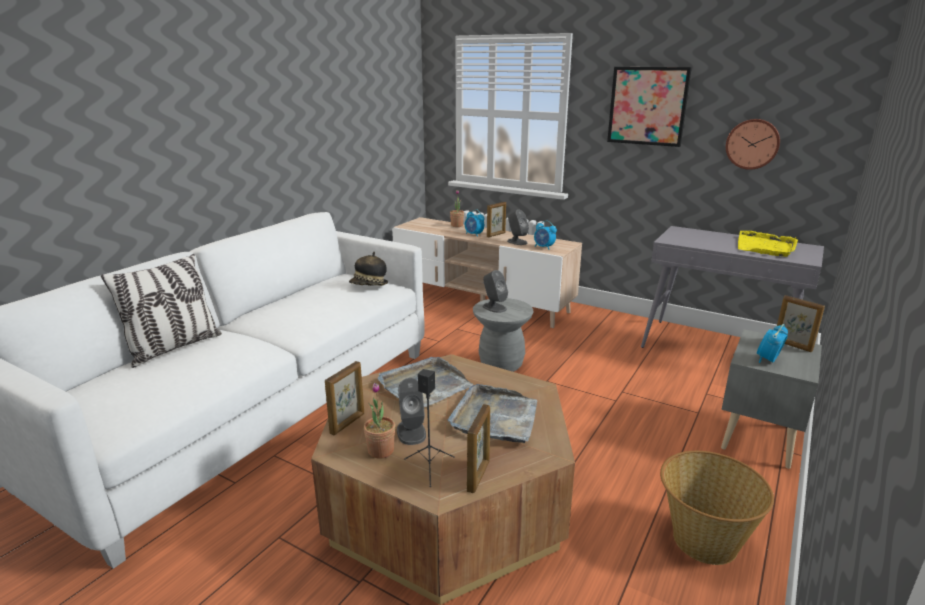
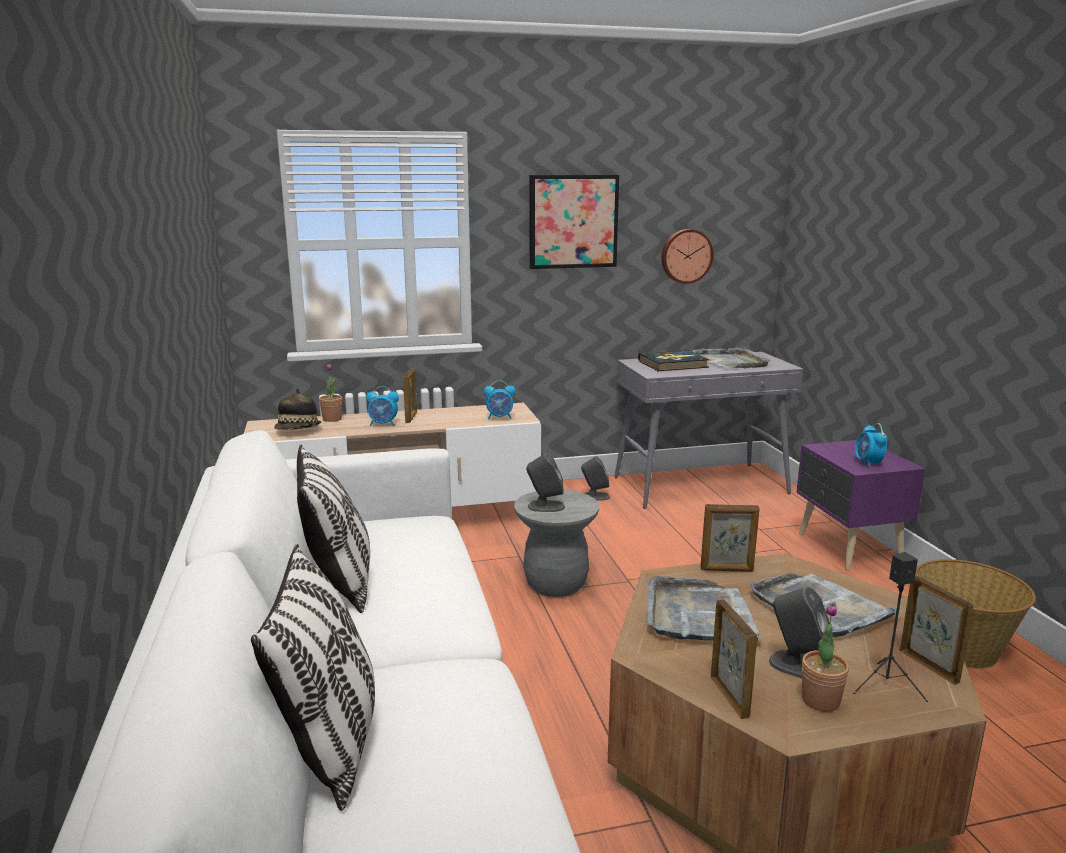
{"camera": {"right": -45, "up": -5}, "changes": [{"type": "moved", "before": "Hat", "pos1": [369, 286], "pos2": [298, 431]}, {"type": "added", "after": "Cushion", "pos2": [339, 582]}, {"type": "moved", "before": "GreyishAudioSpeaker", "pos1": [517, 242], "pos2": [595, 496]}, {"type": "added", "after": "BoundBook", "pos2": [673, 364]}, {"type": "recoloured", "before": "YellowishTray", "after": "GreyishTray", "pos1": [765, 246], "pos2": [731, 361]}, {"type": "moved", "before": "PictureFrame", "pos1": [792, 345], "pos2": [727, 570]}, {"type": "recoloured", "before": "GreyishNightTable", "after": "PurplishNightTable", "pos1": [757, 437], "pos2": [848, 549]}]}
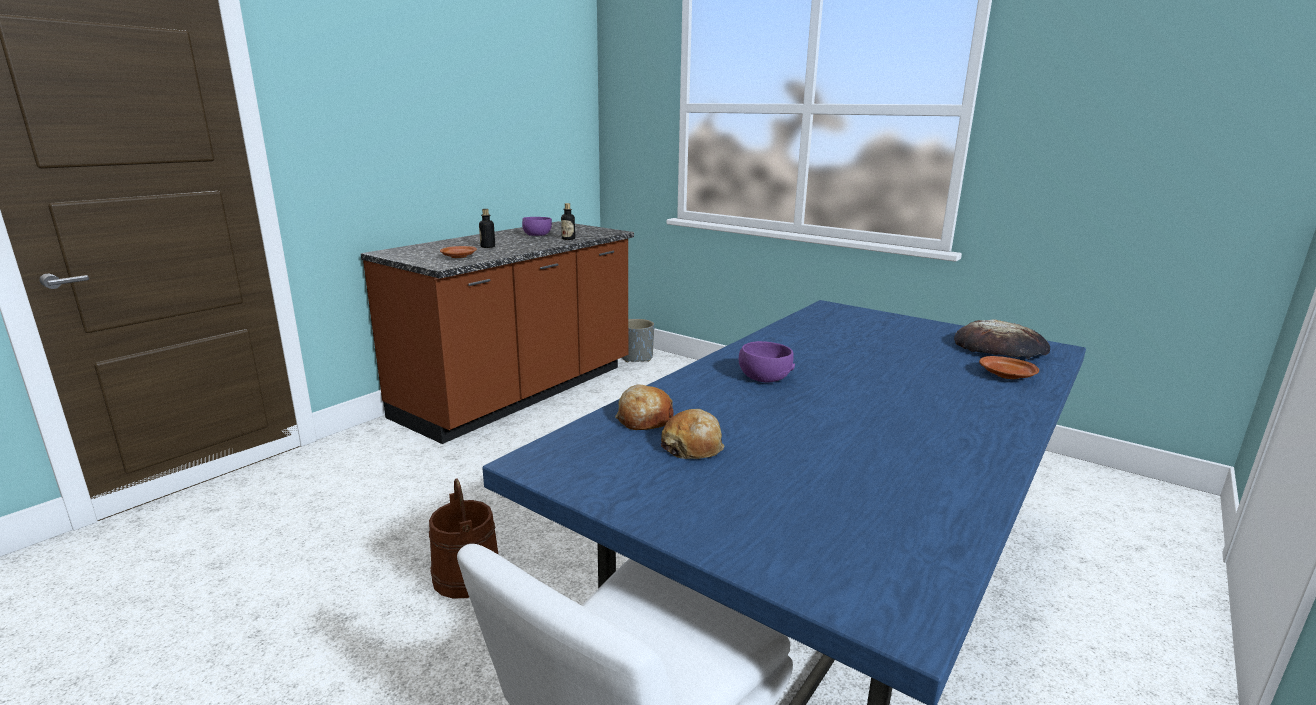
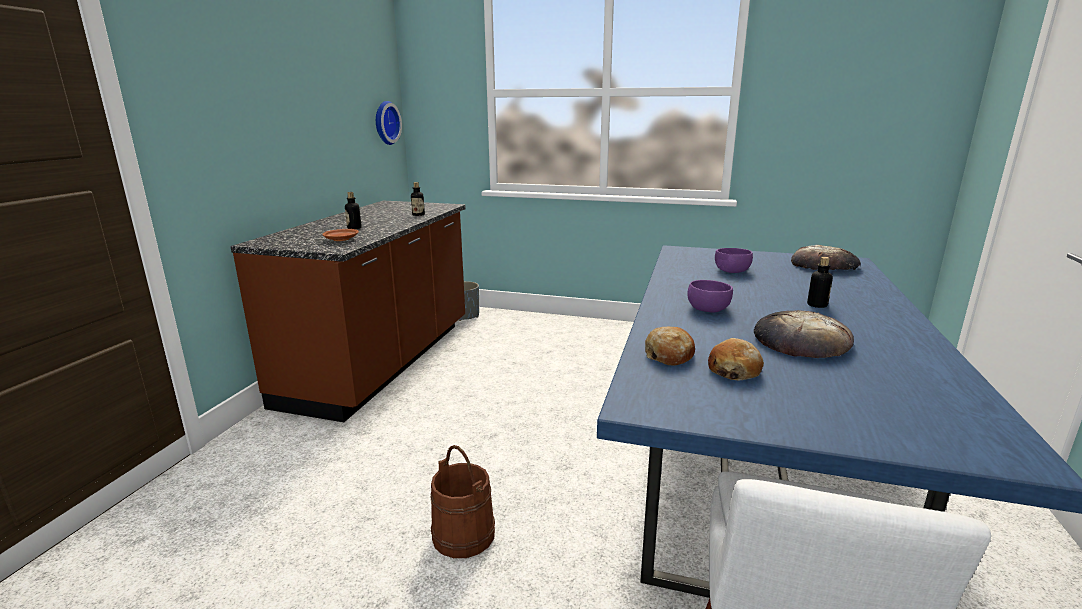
{"camera": {"right": -20, "up": 0}, "changes": [{"type": "added", "after": "HangingClock", "pos2": [385, 123]}, {"type": "moved", "before": "PurplishBowl", "pos1": [537, 234], "pos2": [732, 270]}, {"type": "added", "after": "BakeryBread", "pos2": [800, 341]}, {"type": "added", "after": "DrinkBottle", "pos2": [817, 305]}, {"type": "removed", "before": "BrownColouredPlate", "pos1": [1007, 376]}]}
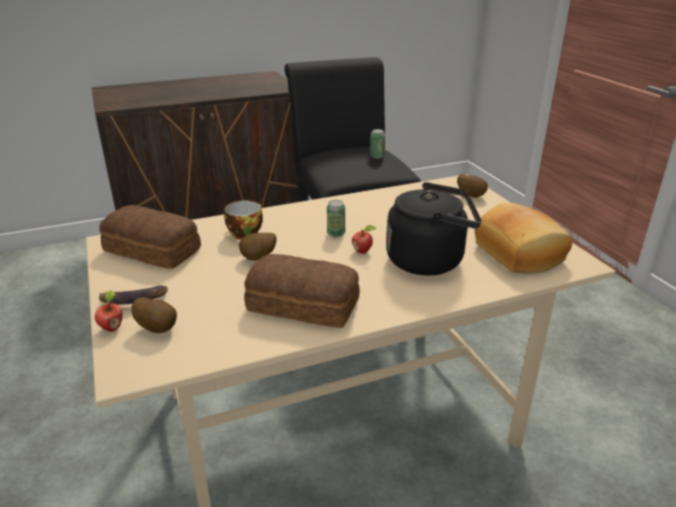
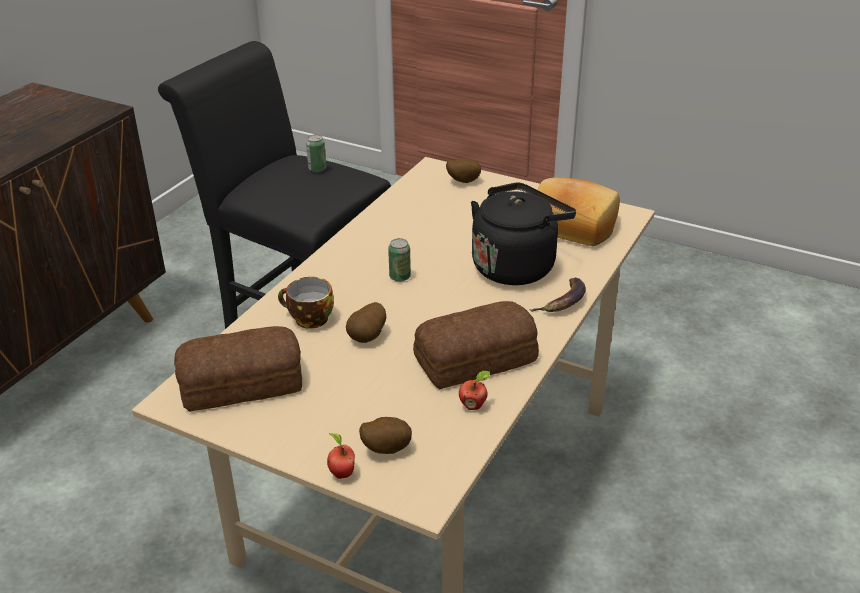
{"camera": {"right": -40, "up": 5}, "changes": [{"type": "moved", "before": "Apple", "pos1": [363, 251], "pos2": [473, 405]}, {"type": "moved", "before": "BananaFruit", "pos1": [132, 300], "pos2": [563, 301]}]}
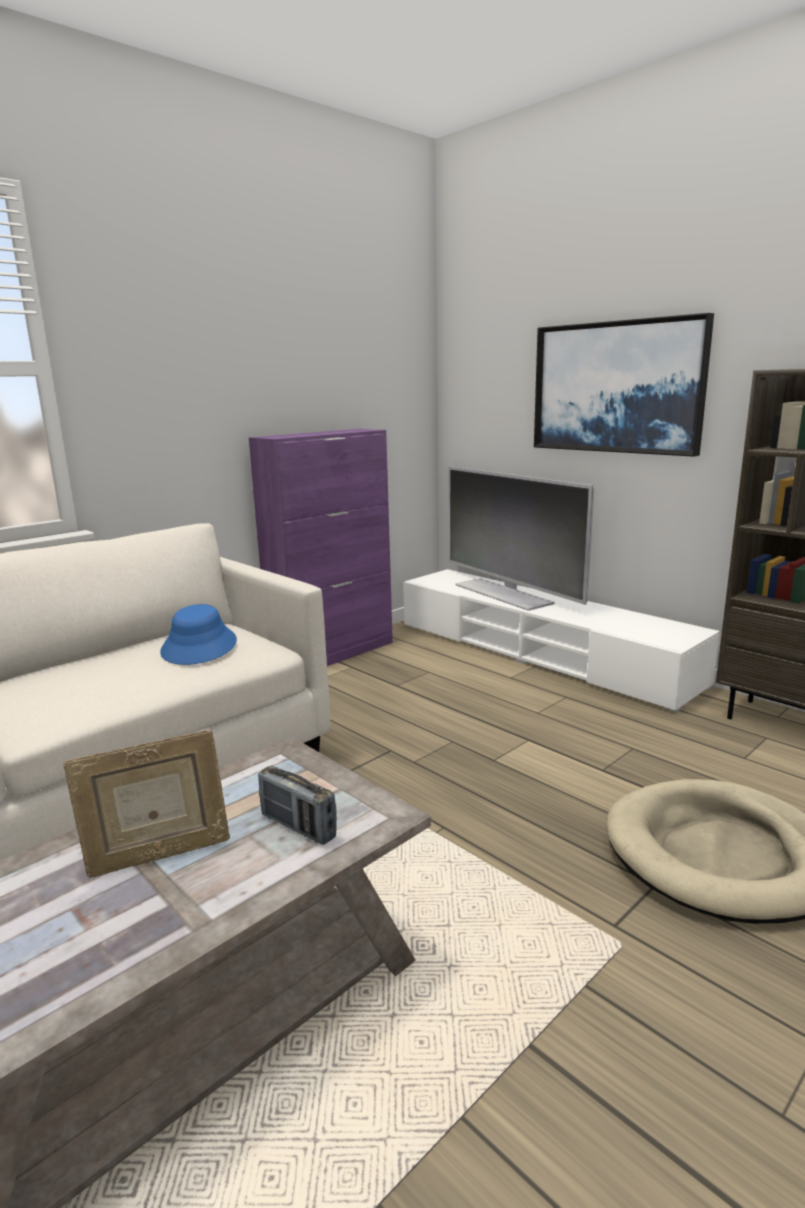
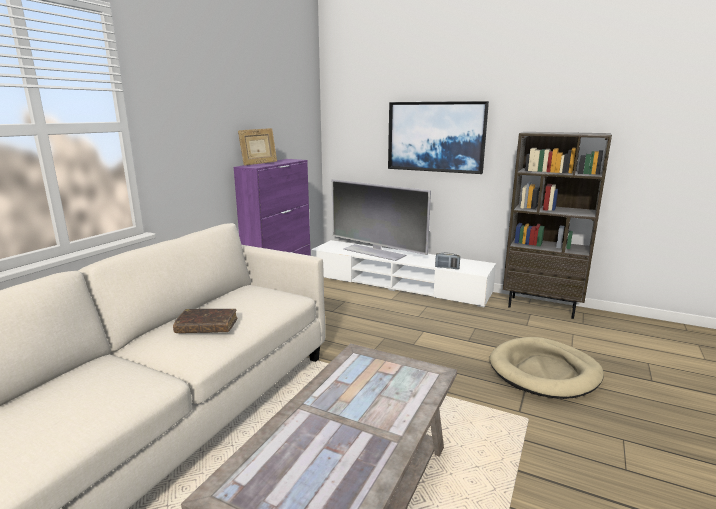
{"camera": {"right": -20, "up": 0}, "changes": [{"type": "added", "after": "BrownColouredBoundBook", "pos2": [207, 327]}, {"type": "moved", "before": "PictureFrame", "pos1": [158, 855], "pos2": [259, 164]}, {"type": "moved", "before": "RadioSet", "pos1": [298, 827], "pos2": [447, 267]}, {"type": "removed", "before": "BlueHat", "pos1": [199, 647]}]}
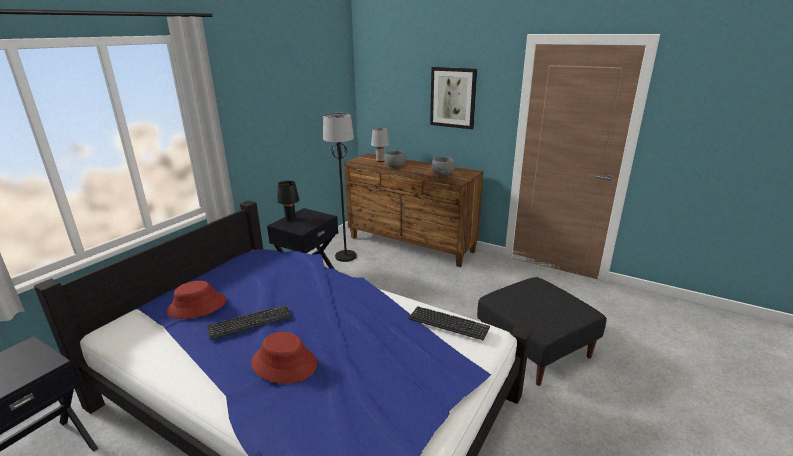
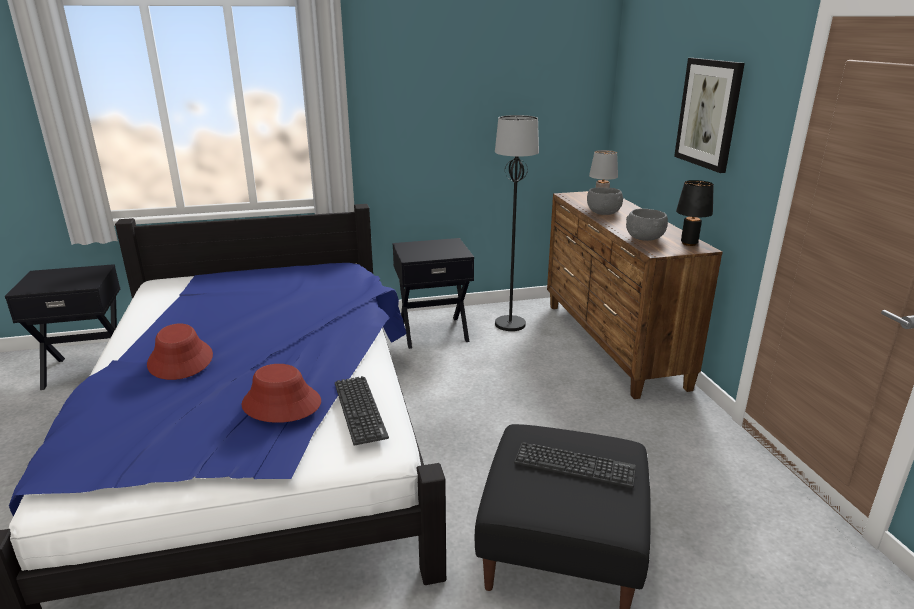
{"camera": {"right": 45, "up": 0}, "changes": [{"type": "moved", "before": "RedColouredHat", "pos1": [197, 306], "pos2": [281, 404]}, {"type": "moved", "before": "ComputerKeyboard", "pos1": [250, 322], "pos2": [574, 465]}, {"type": "moved", "before": "BlackColouredTabletopLamp", "pos1": [290, 219], "pos2": [688, 243]}]}
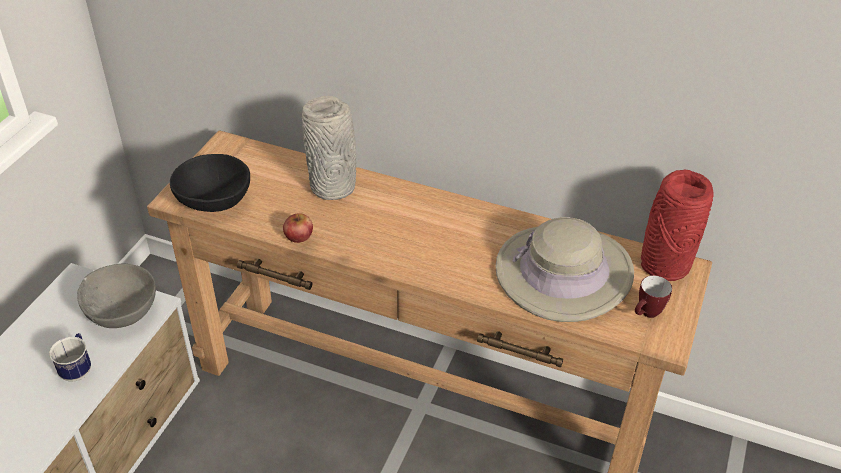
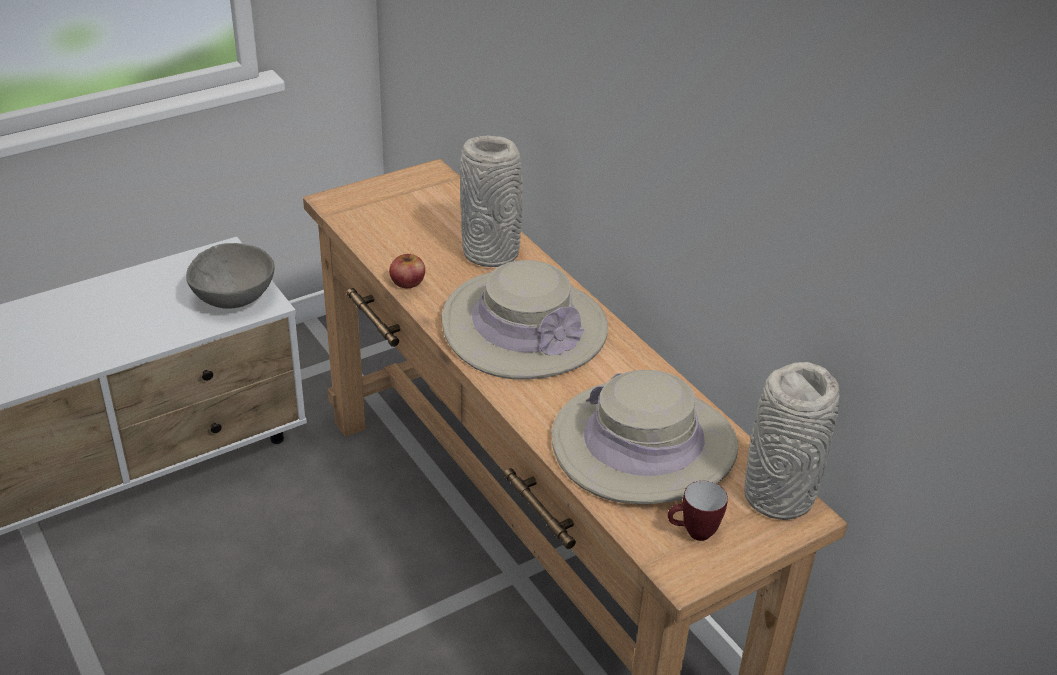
{"camera": {"right": 35, "up": -5}, "changes": [{"type": "added", "after": "BeigeHat", "pos2": [524, 327]}, {"type": "recoloured", "before": "RedColouredVase", "after": "GreyishVase", "pos1": [663, 264], "pos2": [777, 495]}, {"type": "removed", "before": "TeaMug", "pos1": [78, 369]}, {"type": "removed", "before": "BlackColouredBowl", "pos1": [215, 202]}]}
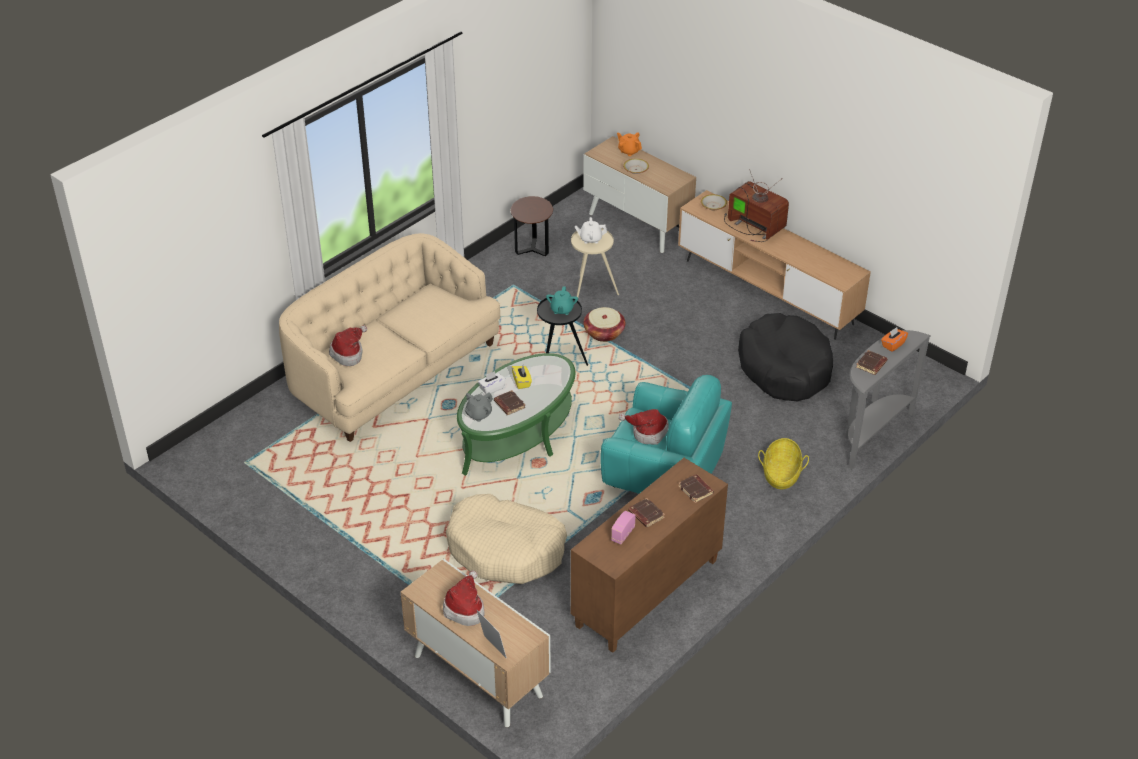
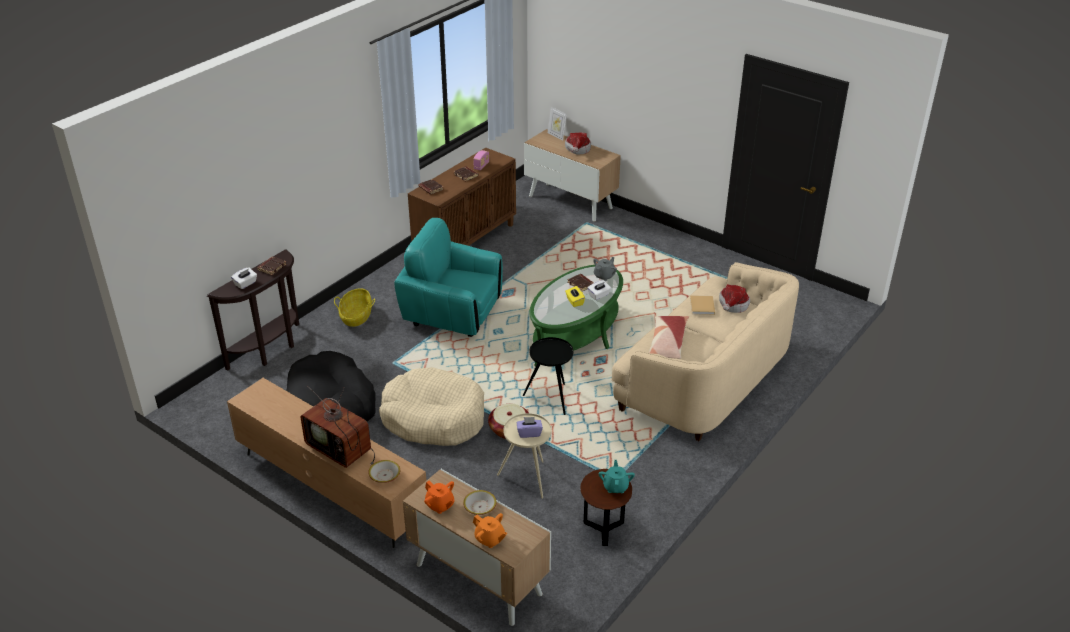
{"camera": {"right": 175, "up": -5}, "changes": [{"type": "recoloured", "before": "GreyishHallTable", "after": "BrownColouredHallTable", "pos1": [871, 434], "pos2": [270, 350]}, {"type": "recoloured", "before": "OrangeTissueHolder", "after": "WhitishTissueHolder", "pos1": [893, 345], "pos2": [245, 284]}, {"type": "moved", "before": "BeigeDogCushion", "pos1": [506, 549], "pos2": [433, 418]}, {"type": "added", "after": "OrangeTeapot", "pos2": [440, 505]}, {"type": "replaced", "before": "WhitishTeapot", "after": "PurplishTissueHolder", "pos1": [590, 239], "pos2": [529, 433]}, {"type": "moved", "before": "TurquoiseTeapot", "pos1": [562, 310], "pos2": [615, 487]}, {"type": "added", "after": "Cushion", "pos2": [667, 344]}, {"type": "added", "after": "BeigeBoundBook", "pos2": [702, 306]}, {"type": "removed", "before": "Hat", "pos1": [647, 432]}]}
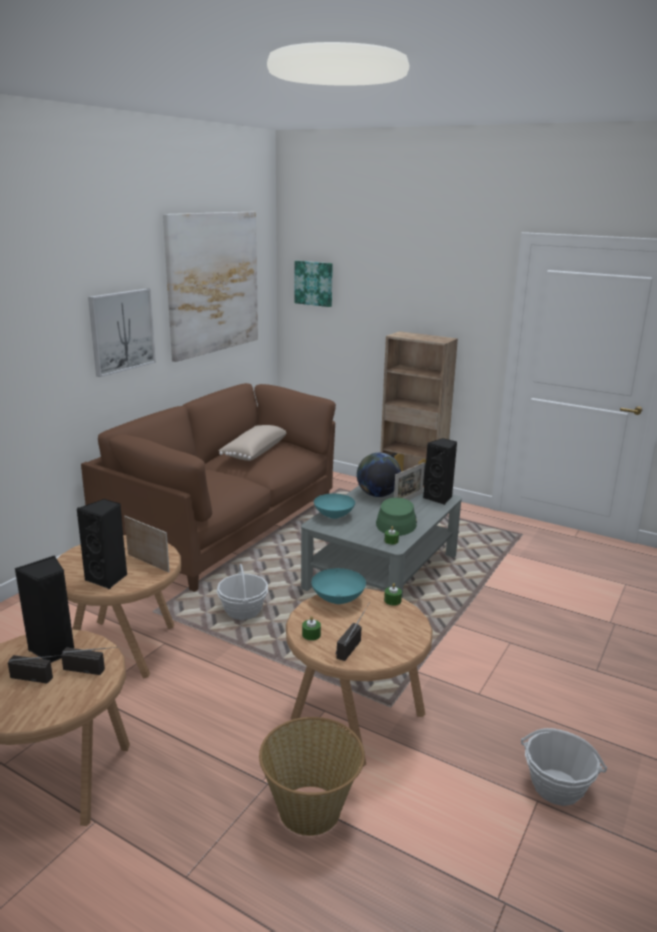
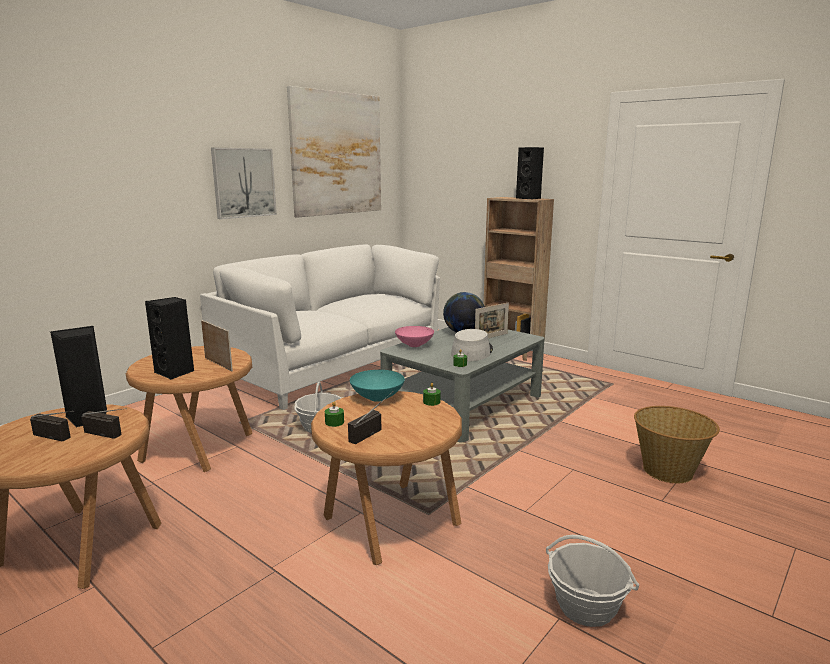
{"camera": {"right": 10, "up": -5}, "changes": [{"type": "recoloured", "before": "BrownColouredSofa", "after": "WhitishSofa", "pos1": [223, 527], "pos2": [332, 366]}, {"type": "recoloured", "before": "TurquoiseBowl", "after": "PinkBowl", "pos1": [334, 516], "pos2": [415, 345]}, {"type": "recoloured", "before": "GreenishHat", "after": "GreyishHat", "pos1": [396, 522], "pos2": [471, 352]}, {"type": "moved", "before": "BlackColouredAudioSpeaker", "pos1": [439, 498], "pos2": [529, 198]}, {"type": "moved", "before": "Basket", "pos1": [311, 809], "pos2": [668, 471]}, {"type": "removed", "before": "BeigeCushion", "pos1": [253, 452]}, {"type": "removed", "before": "Picture", "pos1": [314, 283]}]}
